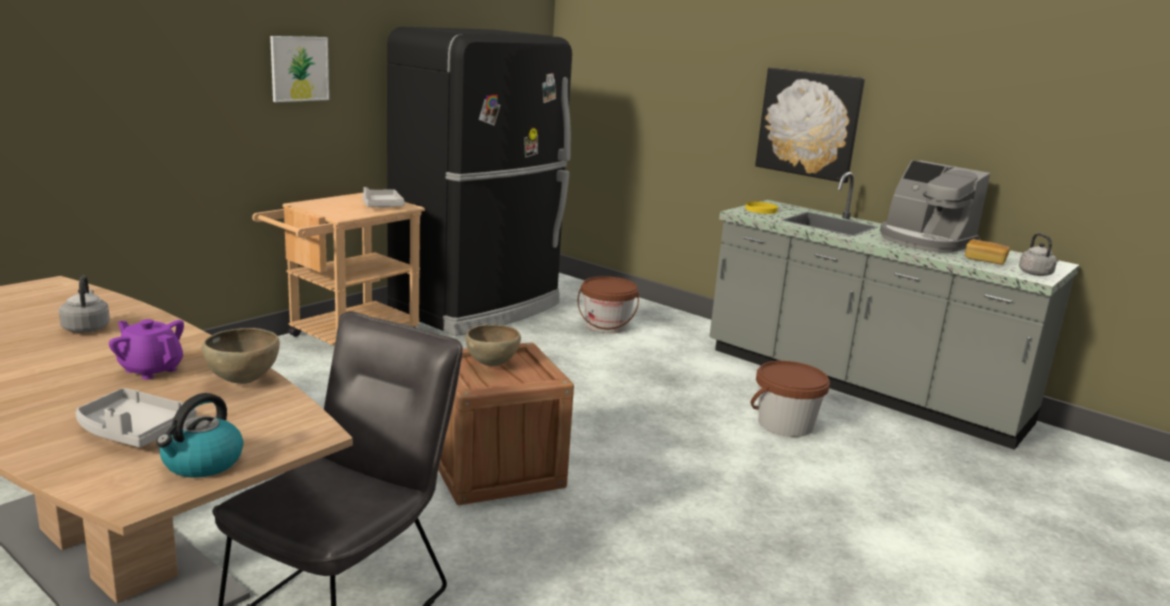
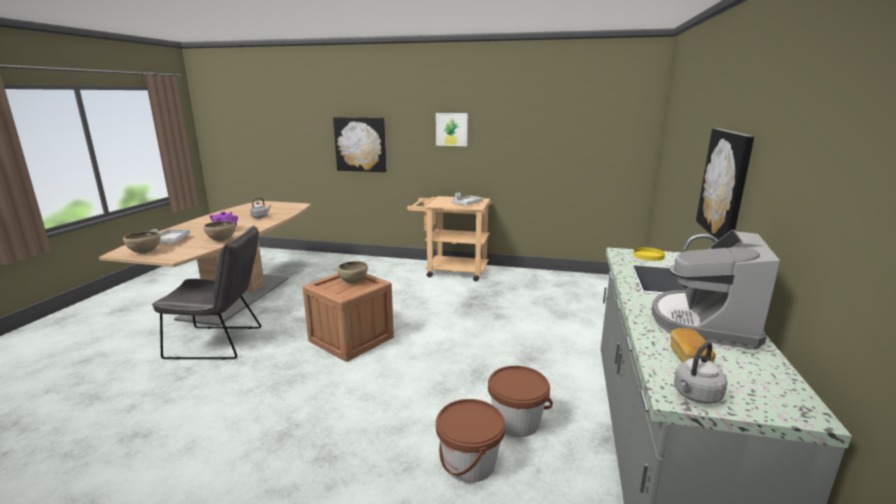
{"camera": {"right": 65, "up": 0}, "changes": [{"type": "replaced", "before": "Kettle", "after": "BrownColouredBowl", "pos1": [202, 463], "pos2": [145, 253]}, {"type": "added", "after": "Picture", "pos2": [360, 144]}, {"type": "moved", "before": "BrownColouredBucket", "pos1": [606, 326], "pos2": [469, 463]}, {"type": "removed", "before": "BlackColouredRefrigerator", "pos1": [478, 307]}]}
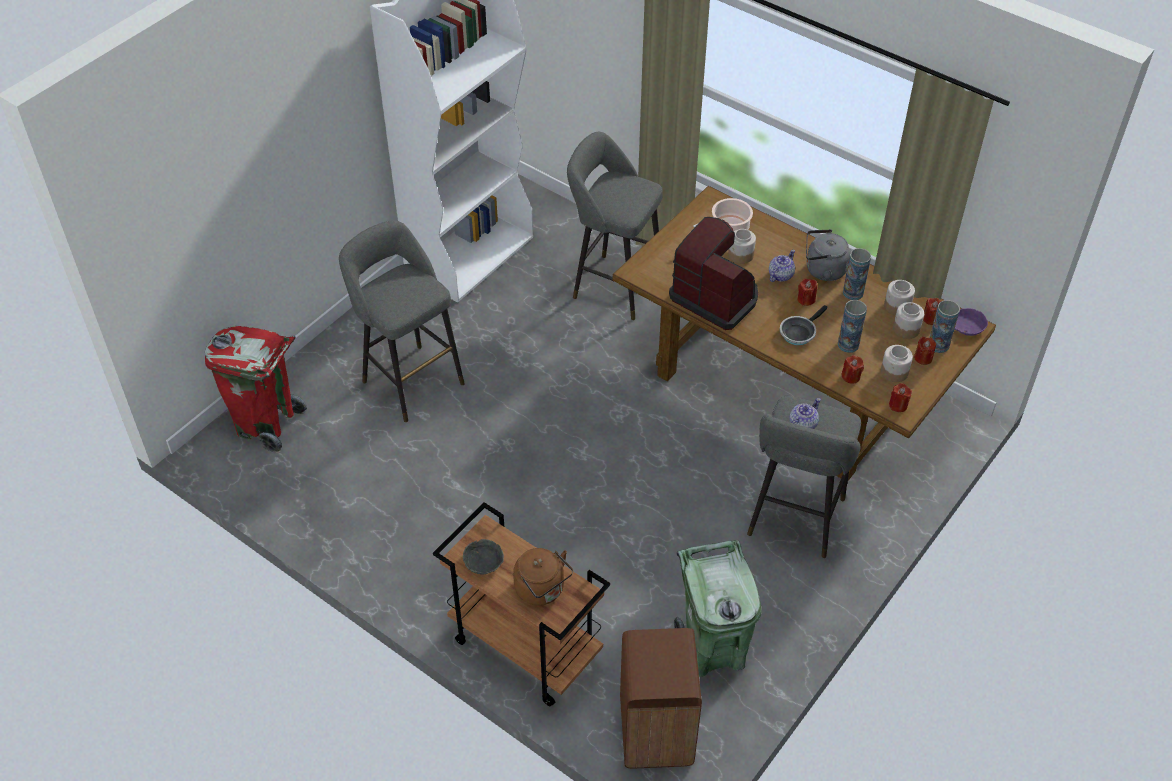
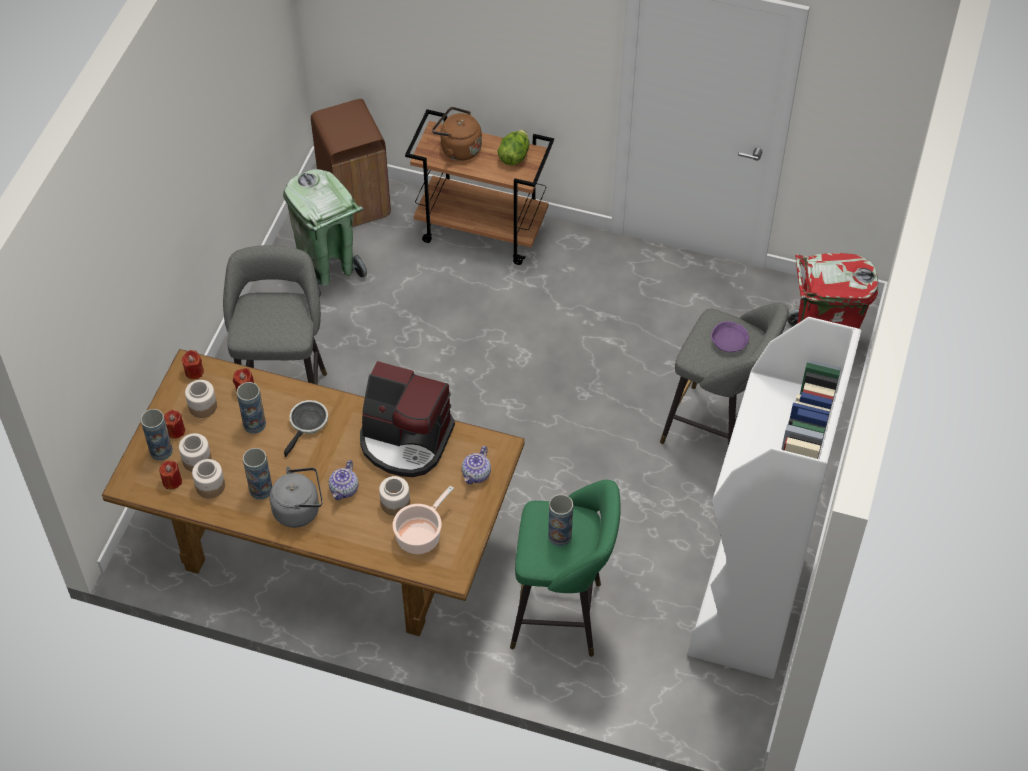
{"camera": {"right": 160, "up": 5}, "changes": [{"type": "moved", "before": "Teapot", "pos1": [802, 425], "pos2": [477, 474]}, {"type": "replaced", "before": "GreyishBowl", "after": "LettuceHead", "pos1": [484, 560], "pos2": [514, 156]}, {"type": "recoloured", "before": "GreyishSittingStool", "after": "GreenishSittingStool", "pos1": [613, 285], "pos2": [563, 615]}, {"type": "added", "after": "Vase", "pos2": [559, 536]}, {"type": "moved", "before": "PurplishBowl", "pos1": [967, 326], "pos2": [729, 341]}, {"type": "removed", "before": "RedColouredWaxCandle", "pos1": [806, 299]}]}
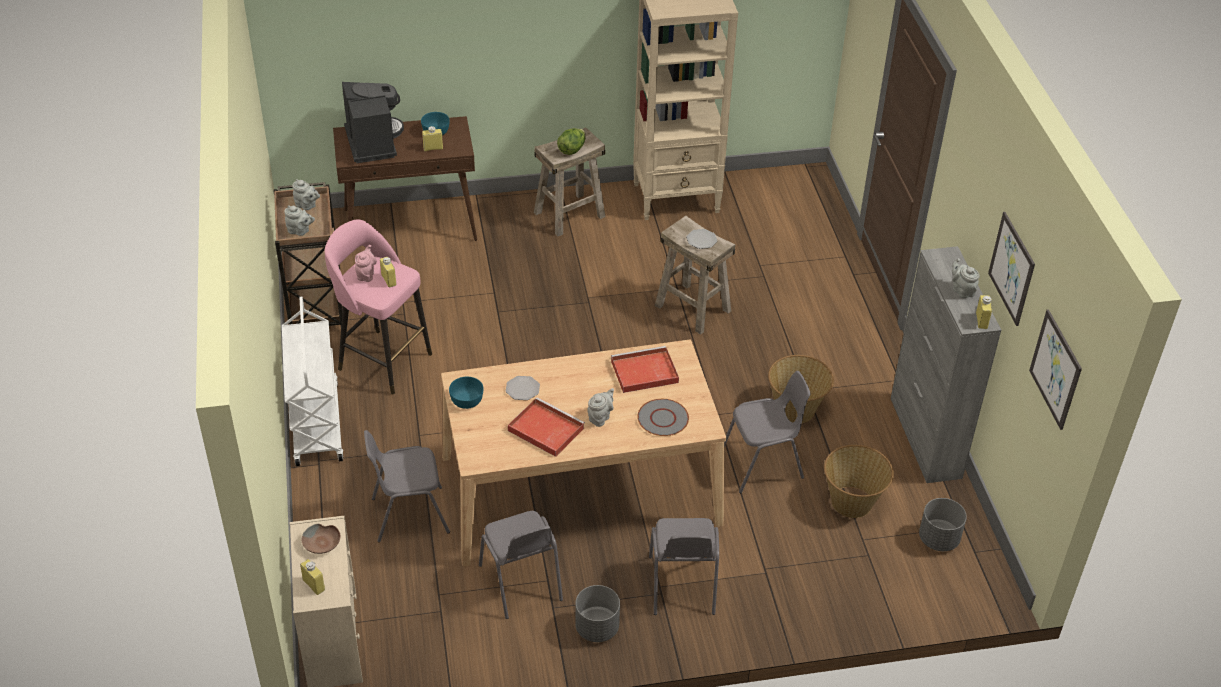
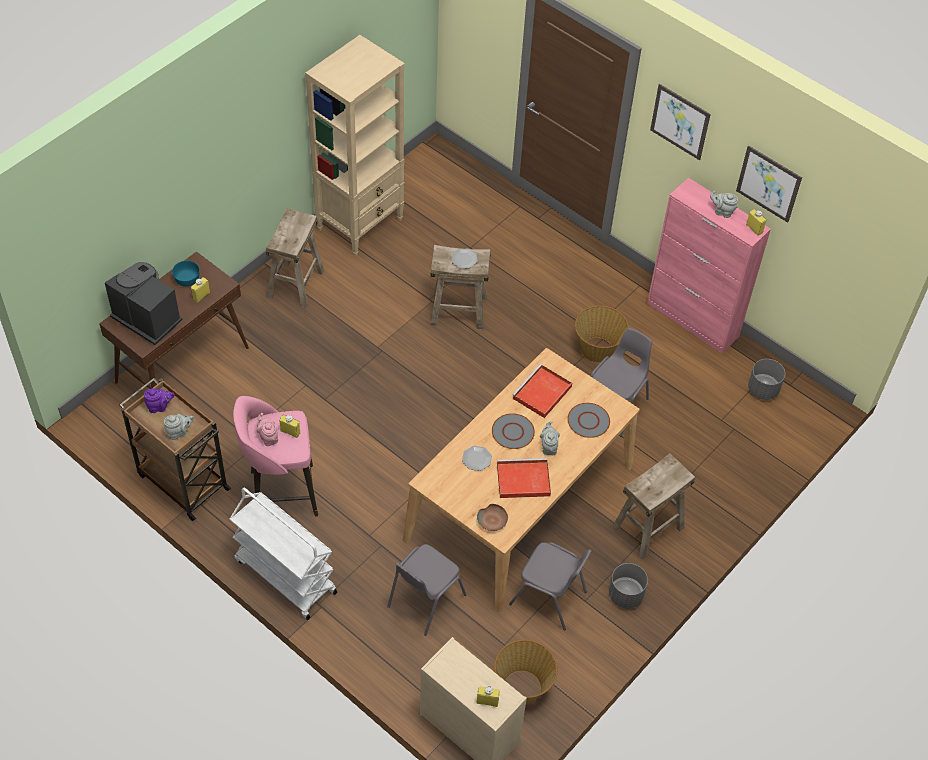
{"camera": {"right": -40, "up": 10}, "changes": [{"type": "recoloured", "before": "GreyishTeapot", "after": "PurplishTeapot", "pos1": [307, 206], "pos2": [159, 407]}, {"type": "moved", "before": "BrownColouredBowl", "pos1": [322, 543], "pos2": [492, 520]}, {"type": "added", "after": "GreyishPlate", "pos2": [512, 432]}, {"type": "moved", "before": "Basket", "pos1": [852, 502], "pos2": [523, 687]}, {"type": "replaced", "before": "GreyishUprightChair", "after": "BeigeSittingStool", "pos1": [681, 586], "pos2": [648, 528]}, {"type": "recoloured", "before": "GreyishCupboard", "after": "PinkCupboard", "pos1": [925, 438], "pos2": [693, 320]}, {"type": "moved", "before": "Picture", "pos1": [1055, 369], "pos2": [680, 121]}, {"type": "removed", "before": "TurquoiseBowl", "pos1": [466, 401]}, {"type": "removed", "before": "LettuceHead", "pos1": [572, 149]}]}
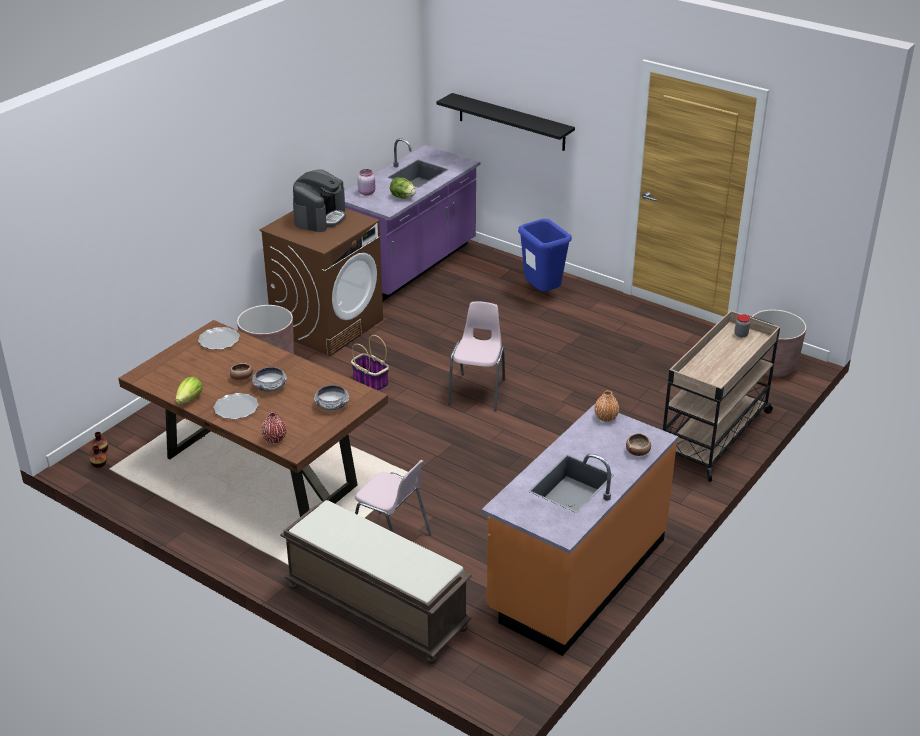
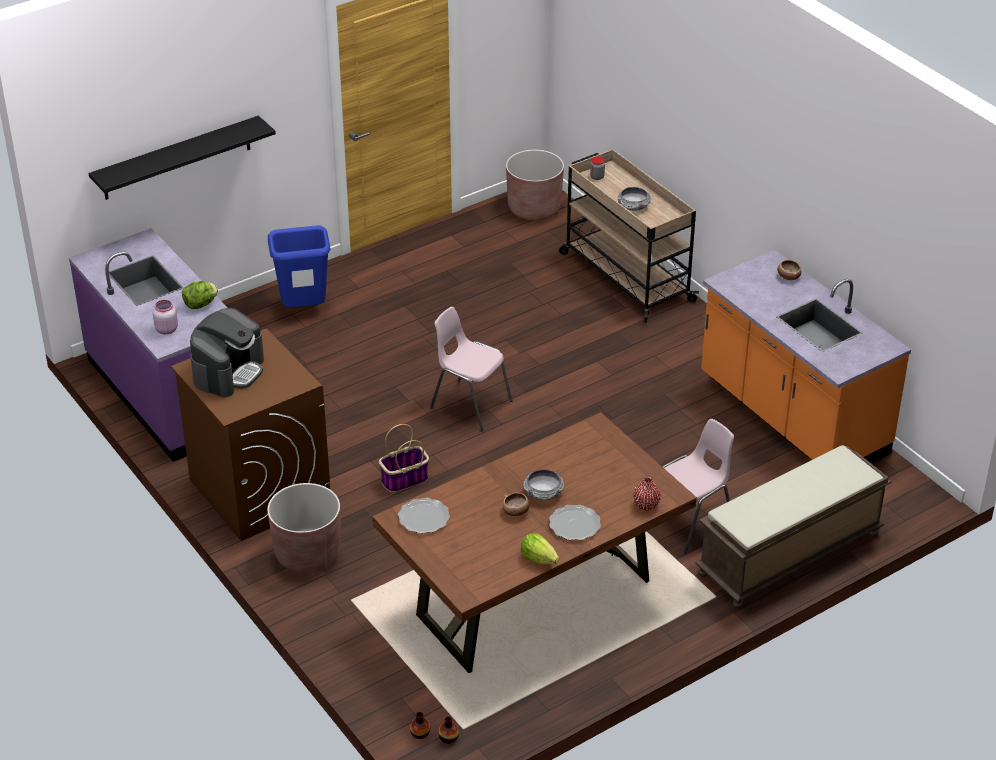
{"camera": {"right": -70, "up": 5}, "changes": [{"type": "turned", "before": "CoffeeMaker", "pos1": [320, 217], "pos2": [229, 371], "turn": 75}, {"type": "moved", "before": "Bowl", "pos1": [332, 405], "pos2": [633, 205]}, {"type": "removed", "before": "OrangeVase", "pos1": [606, 417]}]}
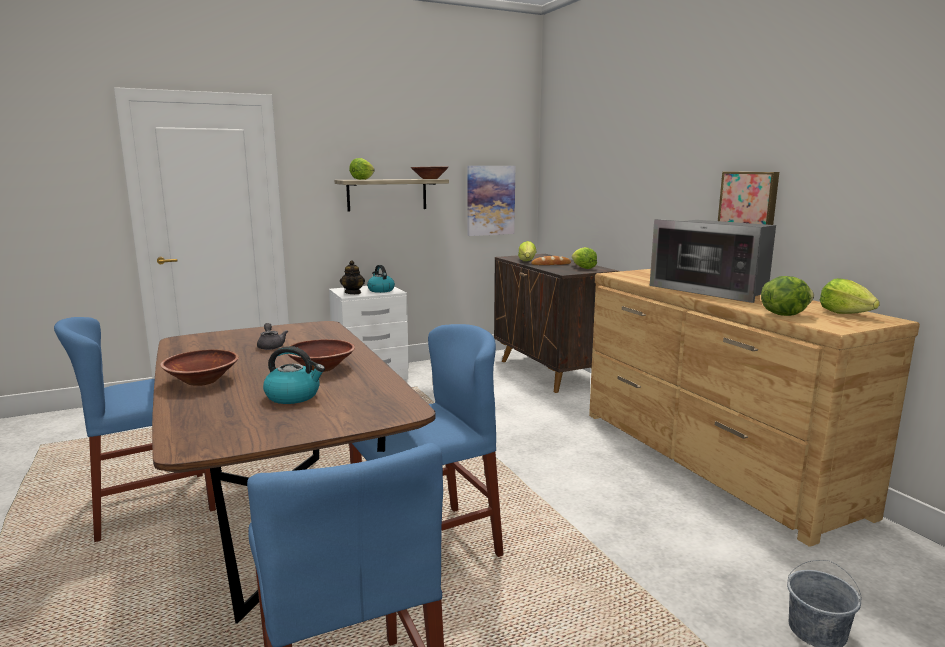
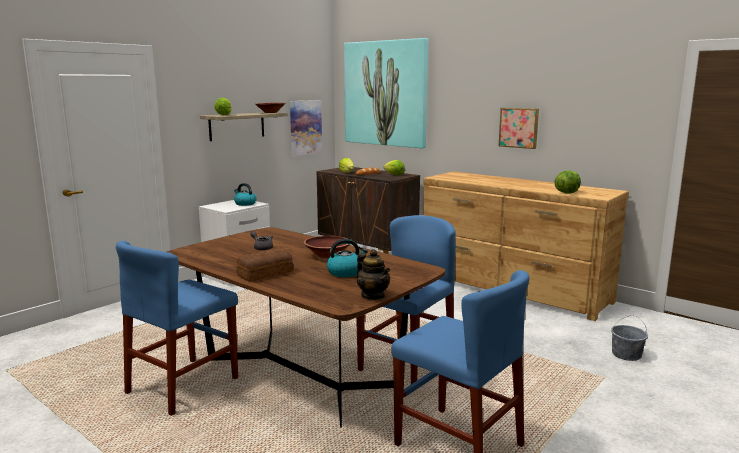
{"camera": {"right": -25, "up": 0}, "changes": [{"type": "replaced", "before": "BrownColouredBowl", "after": "BakeryBread", "pos1": [202, 381], "pos2": [264, 273]}, {"type": "added", "after": "Picture", "pos2": [386, 93]}, {"type": "moved", "before": "Teapot", "pos1": [353, 293], "pos2": [373, 296]}, {"type": "removed", "before": "Microwave", "pos1": [713, 290]}, {"type": "removed", "before": "LettuceHead", "pos1": [845, 313]}]}
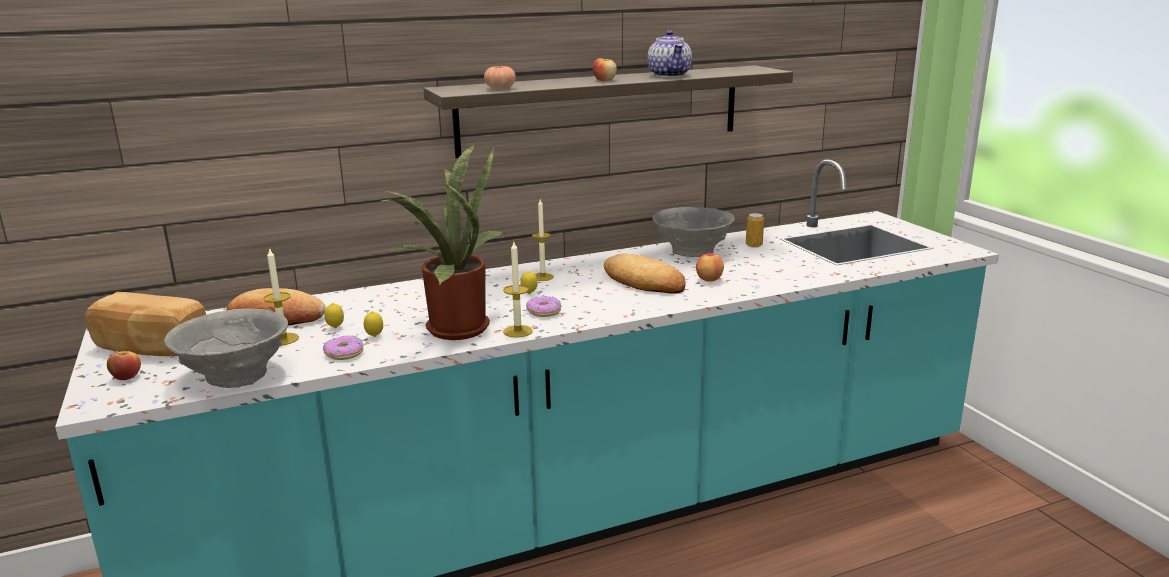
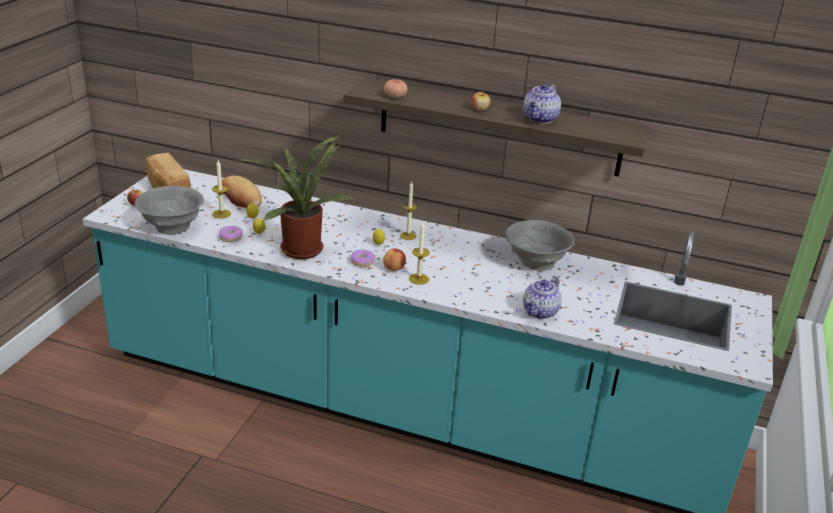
{"camera": {"right": 40, "up": 10}, "changes": [{"type": "moved", "before": "Apple", "pos1": [709, 280], "pos2": [394, 268]}, {"type": "moved", "before": "WaxCandle", "pos1": [518, 331], "pos2": [419, 279]}, {"type": "added", "after": "Teapot", "pos2": [540, 312]}, {"type": "removed", "before": "BakeryBread", "pos1": [643, 282]}, {"type": "removed", "before": "Can", "pos1": [754, 245]}]}
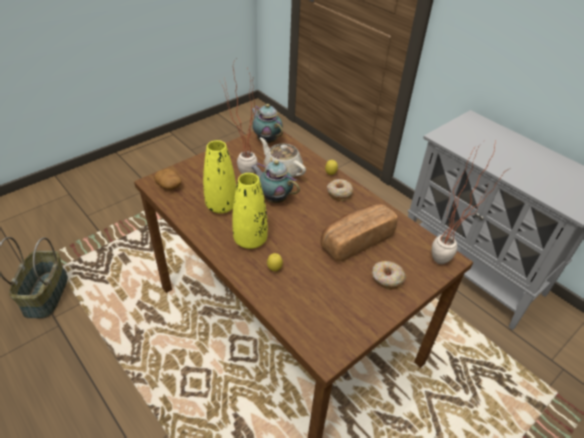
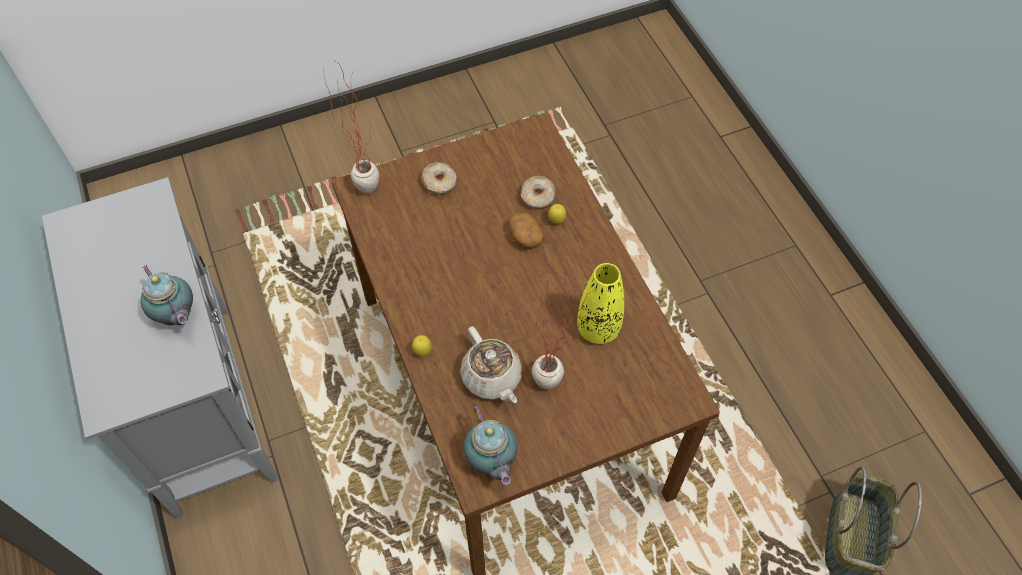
{"camera": {"right": -160, "up": 15}, "changes": [{"type": "moved", "before": "Teapot", "pos1": [274, 198], "pos2": [177, 316]}, {"type": "moved", "before": "Spud", "pos1": [169, 185], "pos2": [525, 237]}, {"type": "moved", "before": "Donut", "pos1": [339, 193], "pos2": [538, 197]}, {"type": "removed", "before": "YellowishVase", "pos1": [250, 240]}, {"type": "removed", "before": "BakeryBread", "pos1": [356, 241]}]}
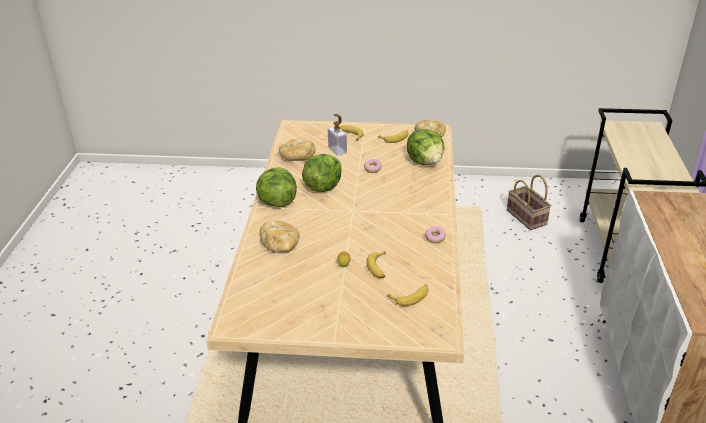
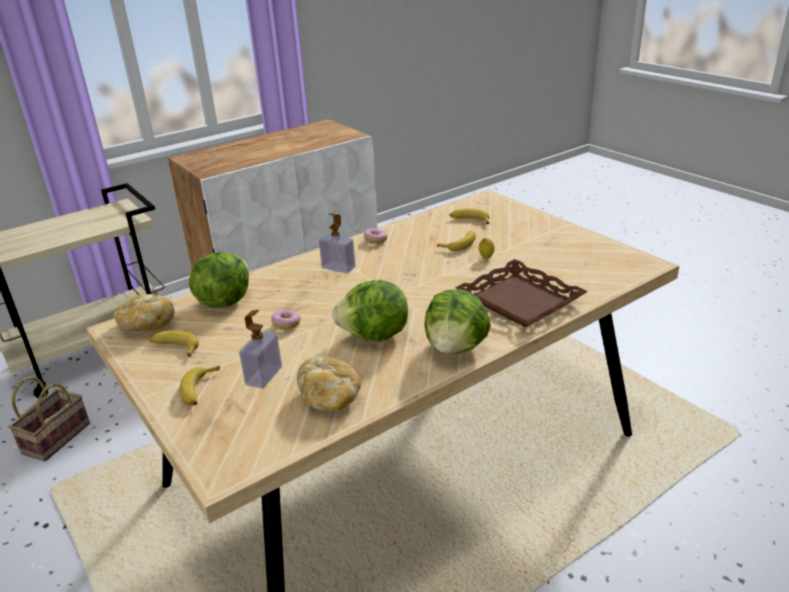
{"camera": {"right": -130, "up": -5}, "changes": [{"type": "added", "after": "SoapDispenser", "pos2": [338, 268]}, {"type": "replaced", "before": "BakeryBread", "after": "BrownColouredTray", "pos1": [280, 245], "pos2": [519, 300]}]}
